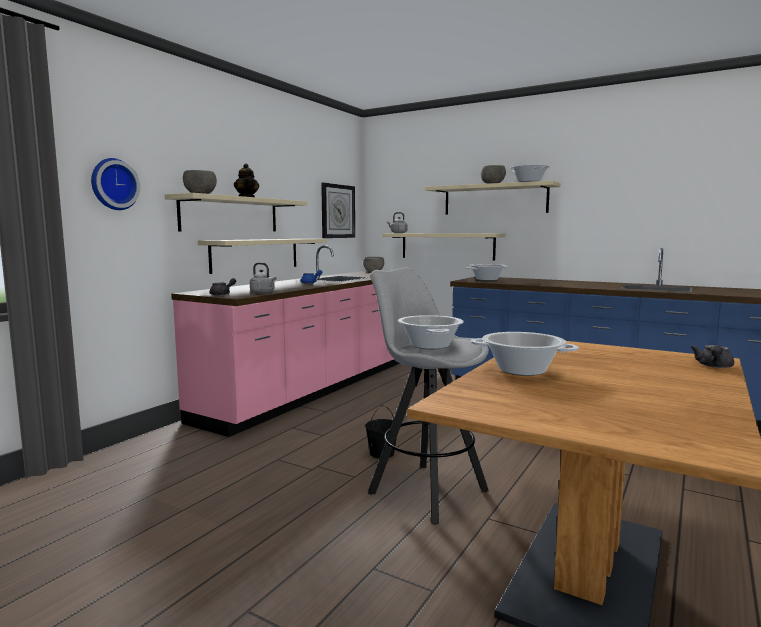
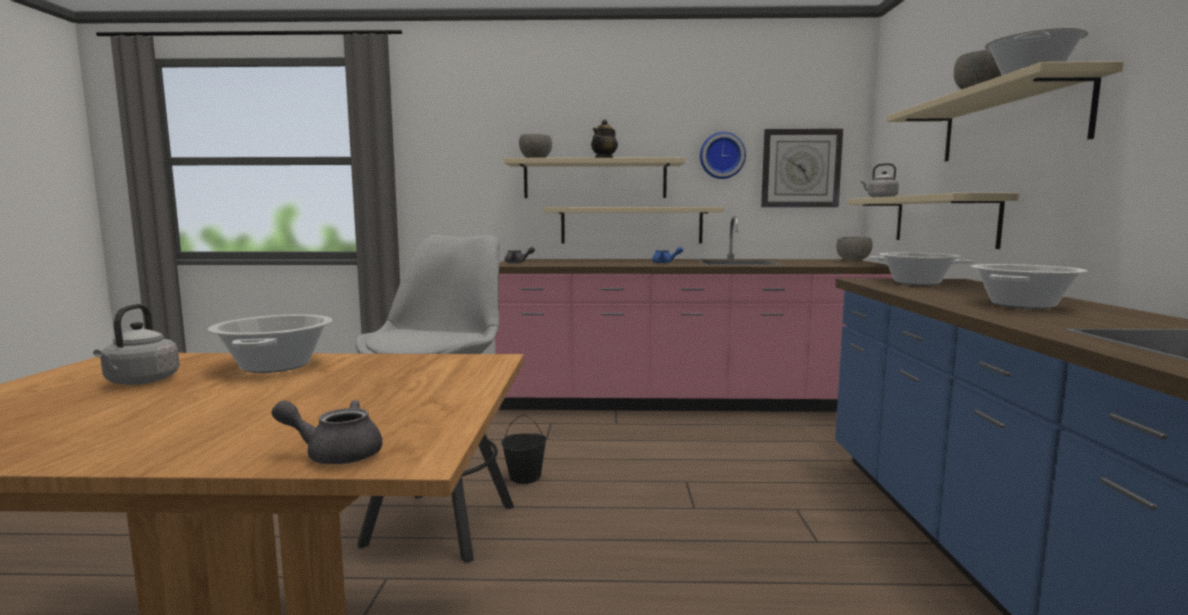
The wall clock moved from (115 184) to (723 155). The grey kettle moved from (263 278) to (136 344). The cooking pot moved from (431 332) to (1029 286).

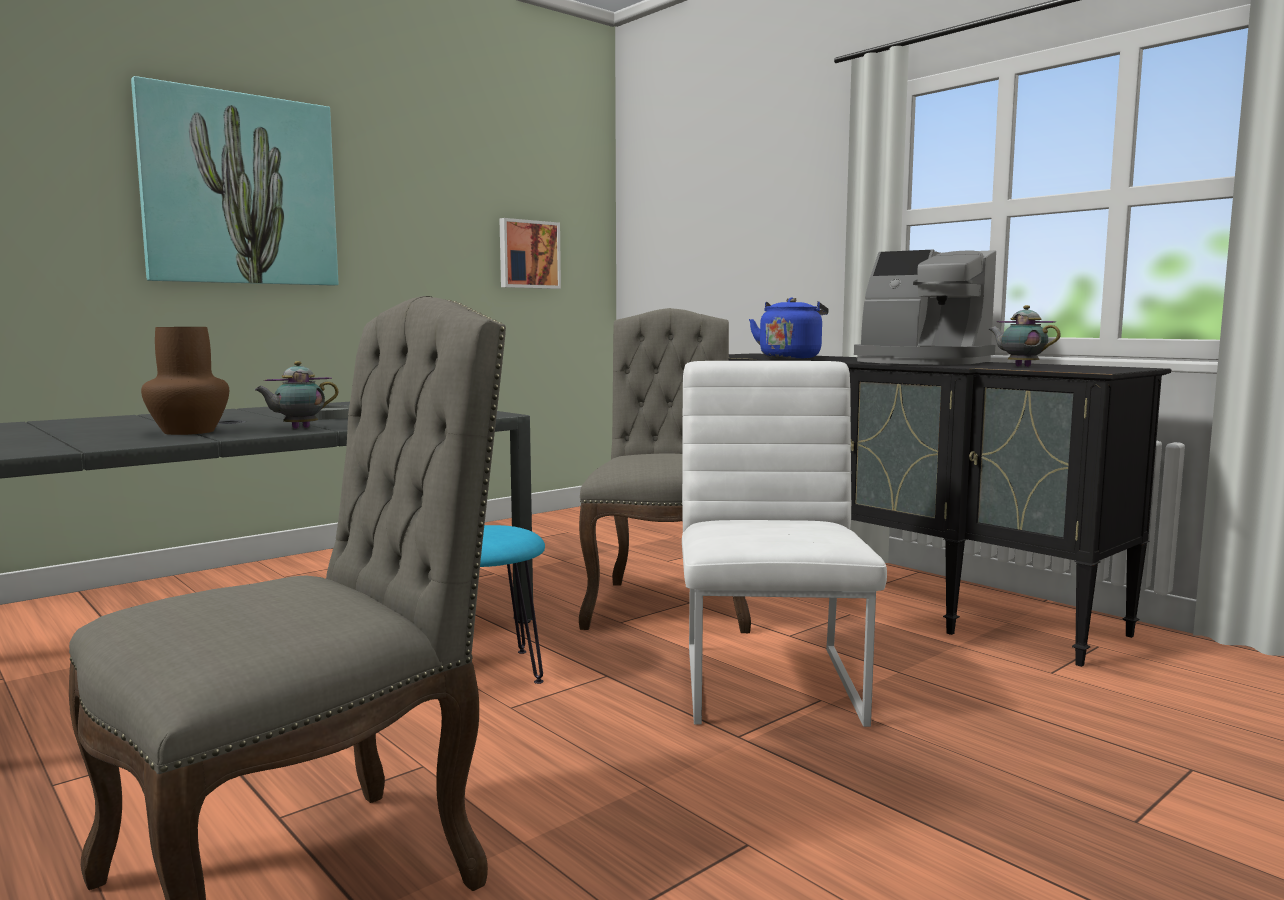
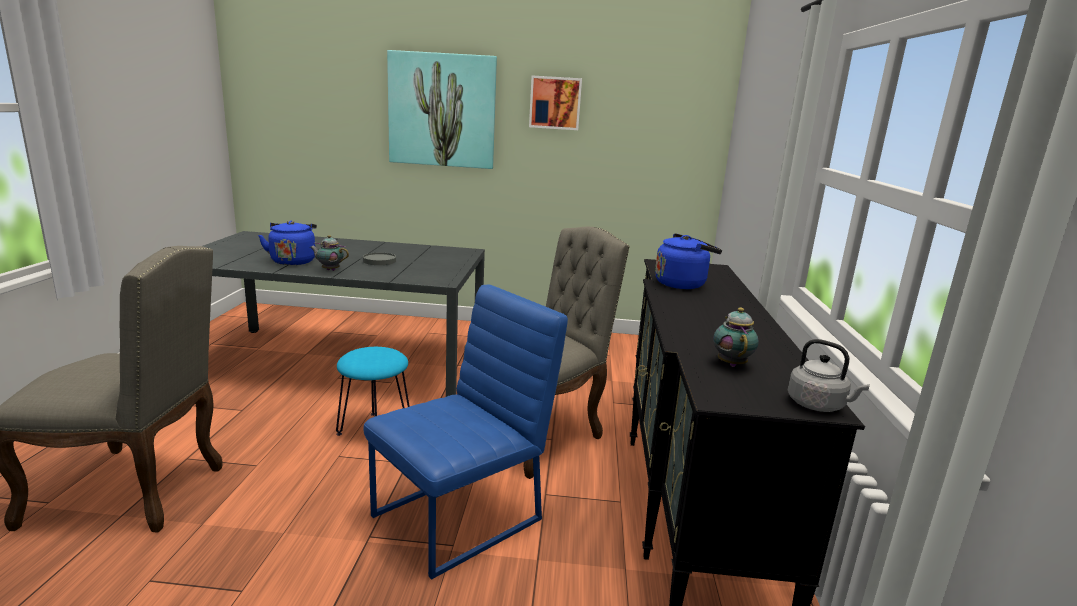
The picture moved from (530 253) to (555 102). The coffee machine at (925 307) disappeared. The brown vase at (185 381) was replaced by the blue kettle at (287 243). The white chair at (784 544) became the blue chair at (465 432). The grey kettle at (829 375) appeared.

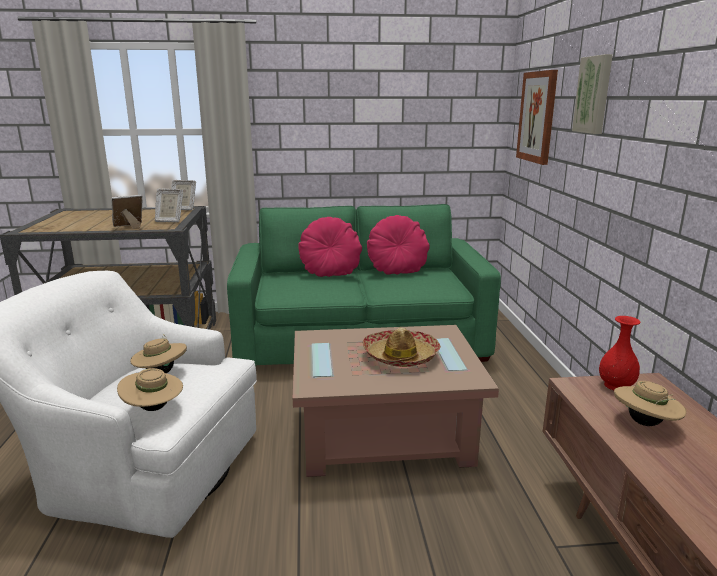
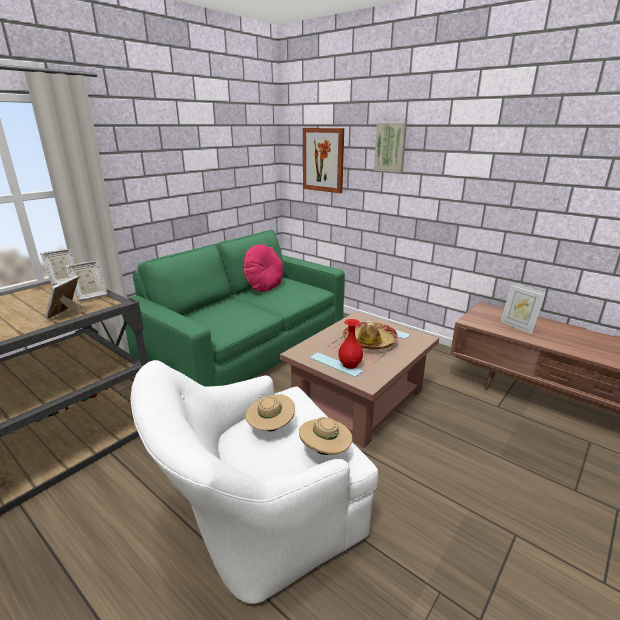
The pink pillow at (330 247) disappeared. The red vase moved from (620 353) to (350 344). The beige hat at (650 403) was replaced by the picture frame at (522 308).

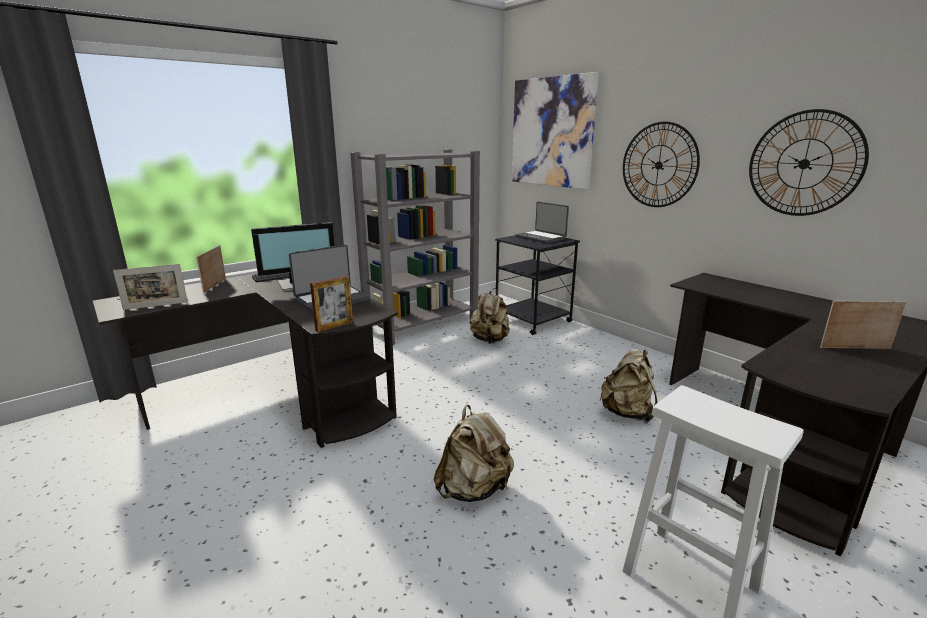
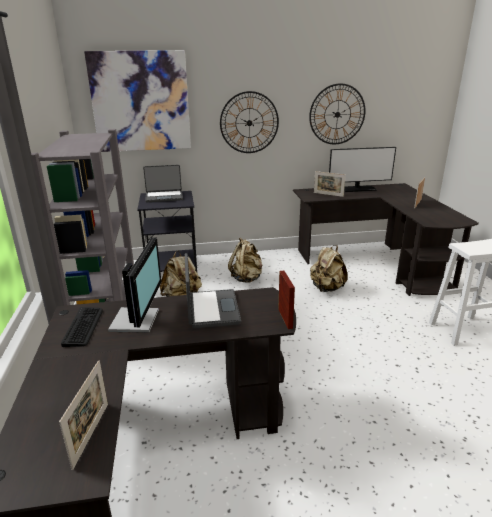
The picture frame moved from (211 269) to (330 184). The beige backpack moved from (474 453) to (245 260). The monitor at (362 169) appeared.

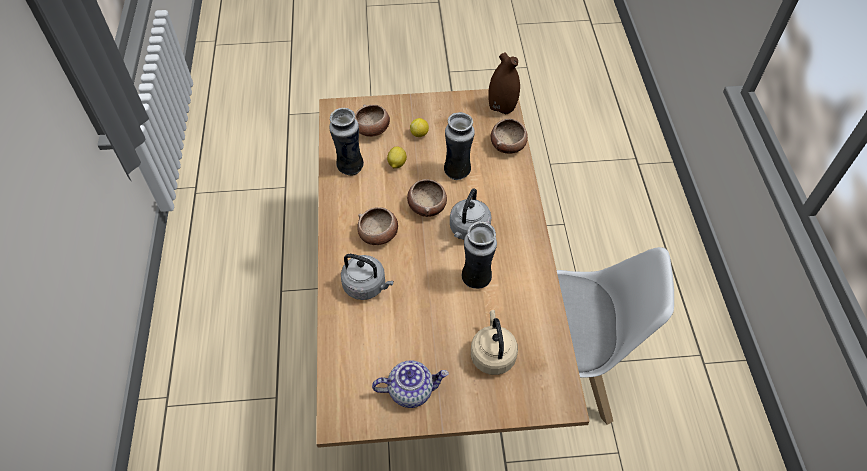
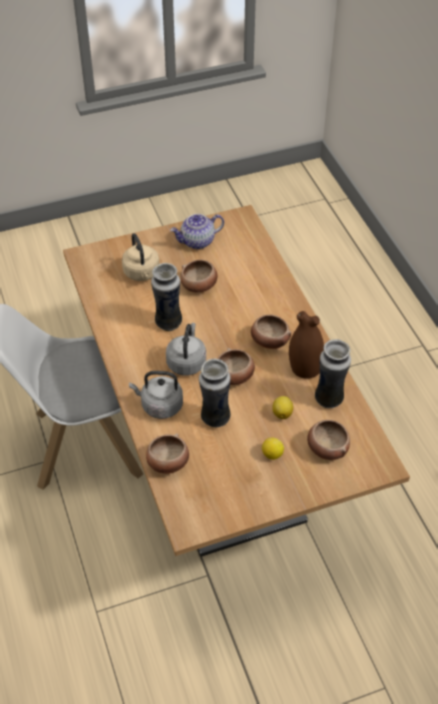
The brown vase moved from (504 83) to (306 345). The grey kettle moved from (367 277) to (156 395). The bowl at (199 276) appeared.

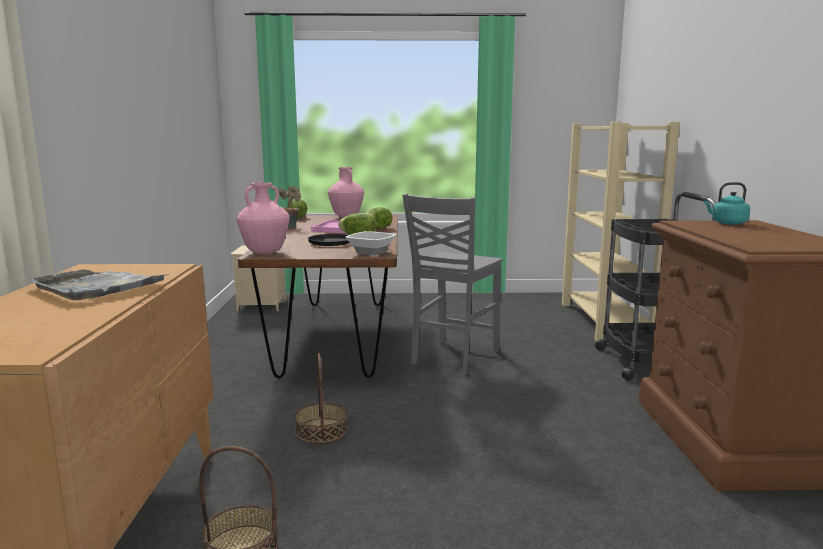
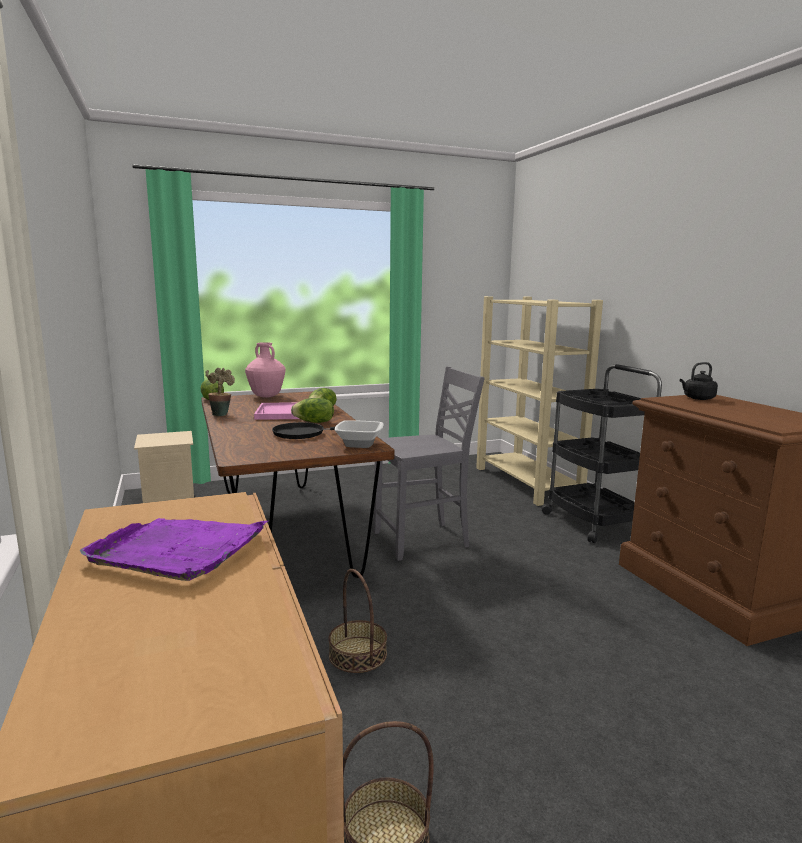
The pink vase at (263 218) disappeared. The turquoise kettle at (727 203) became the black kettle at (699 381). The grey chair at (452 284) turned 120 degrees counterclockwise. The grey tray at (97 284) became the purple tray at (174 549).

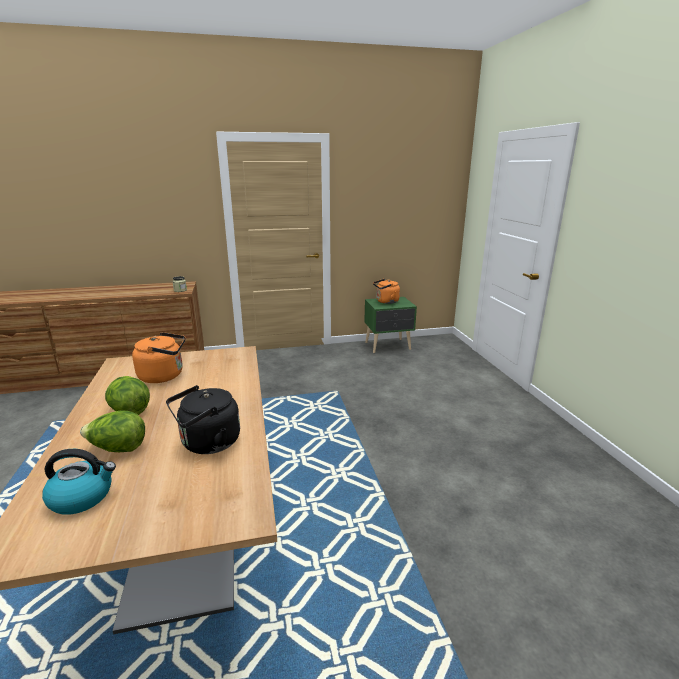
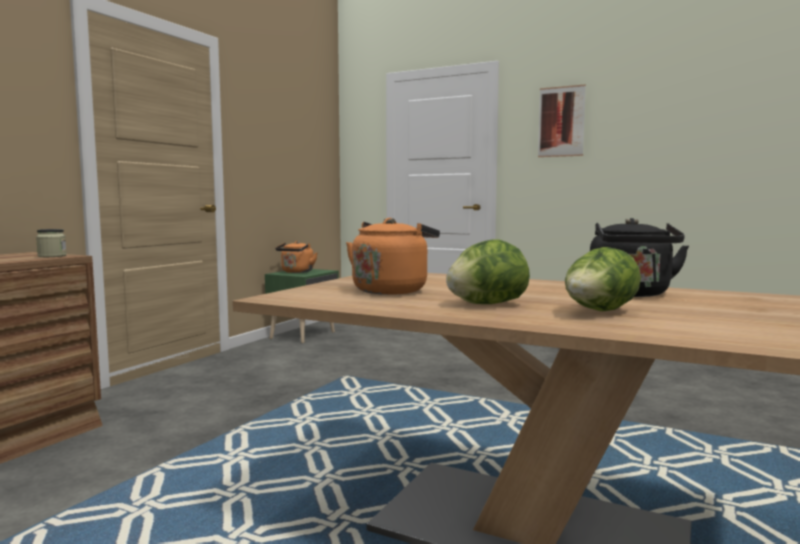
The kettle at (79 482) disappeared. The picture at (562 121) appeared.

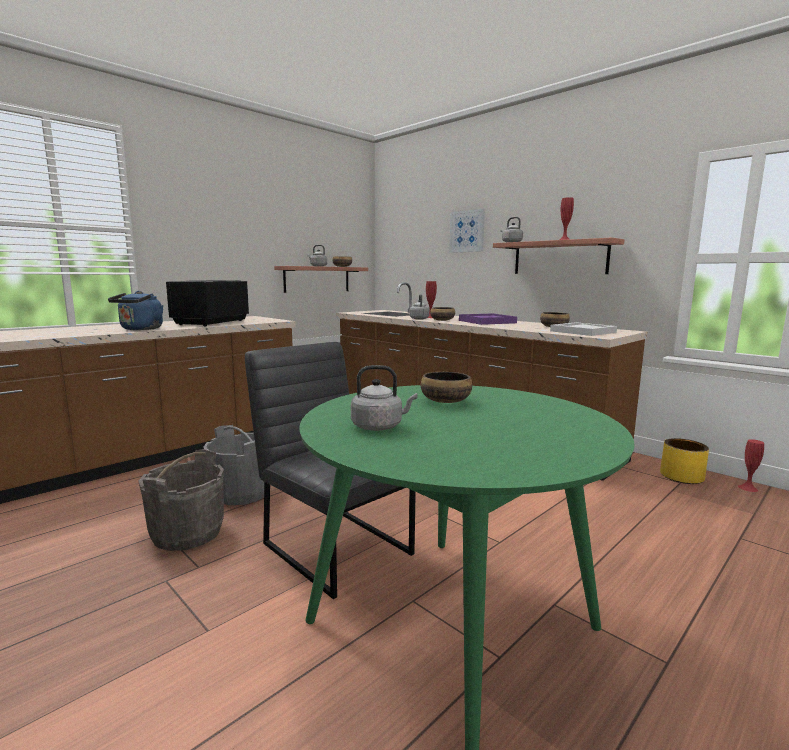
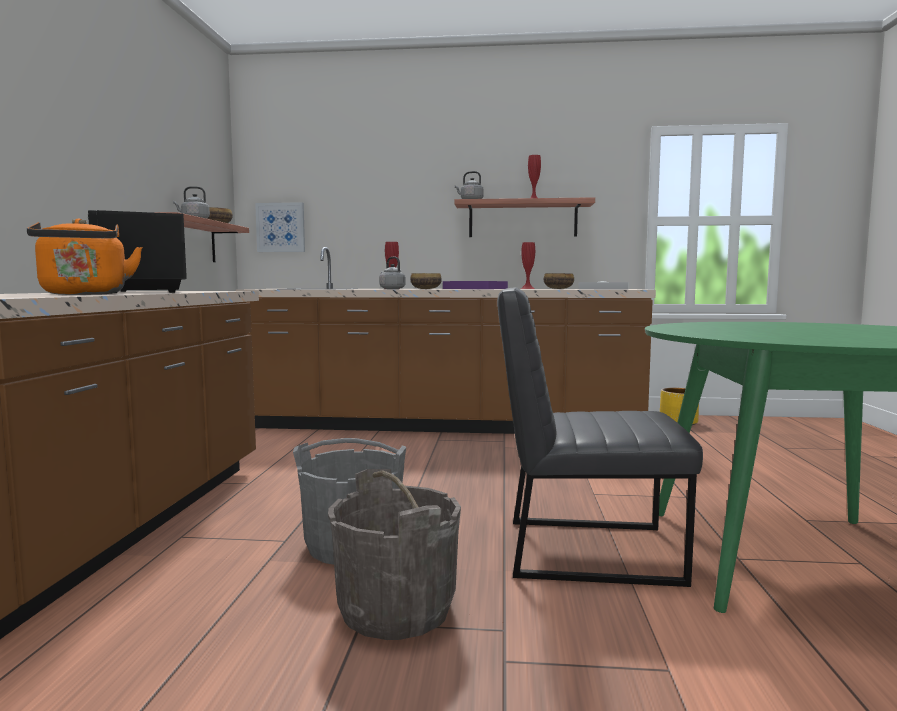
The picture moved from (467 231) to (280 227). The blue kettle at (136 310) became the orange kettle at (85 256). The grey kettle at (384 398) disappeared. The bowl at (446 387) disappeared. The red vase moved from (751 465) to (528 265).

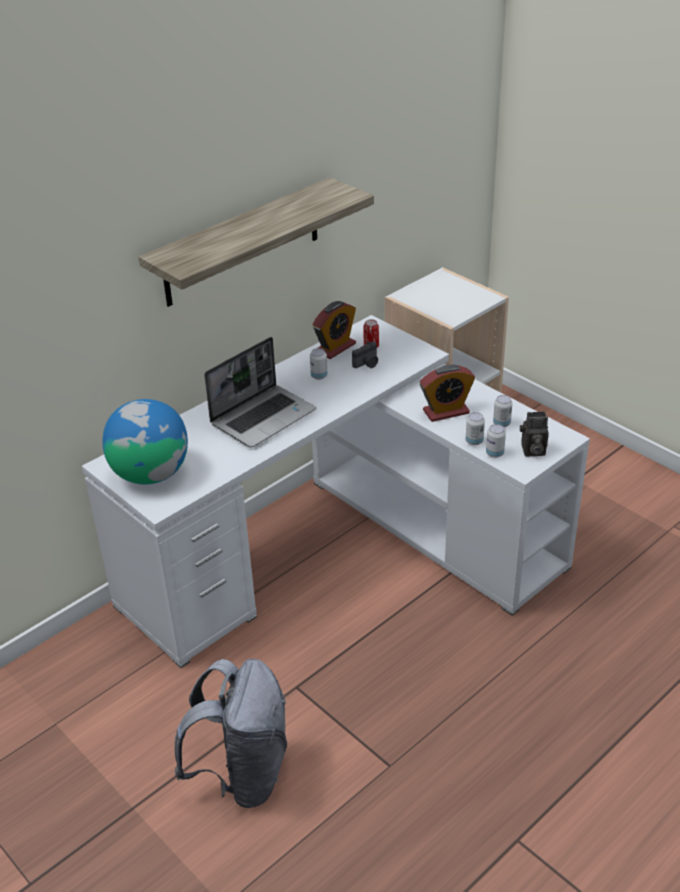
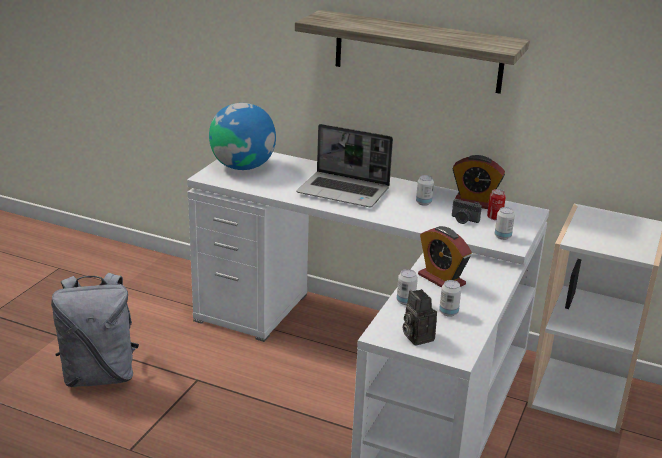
The can moved from (496 441) to (505 223).

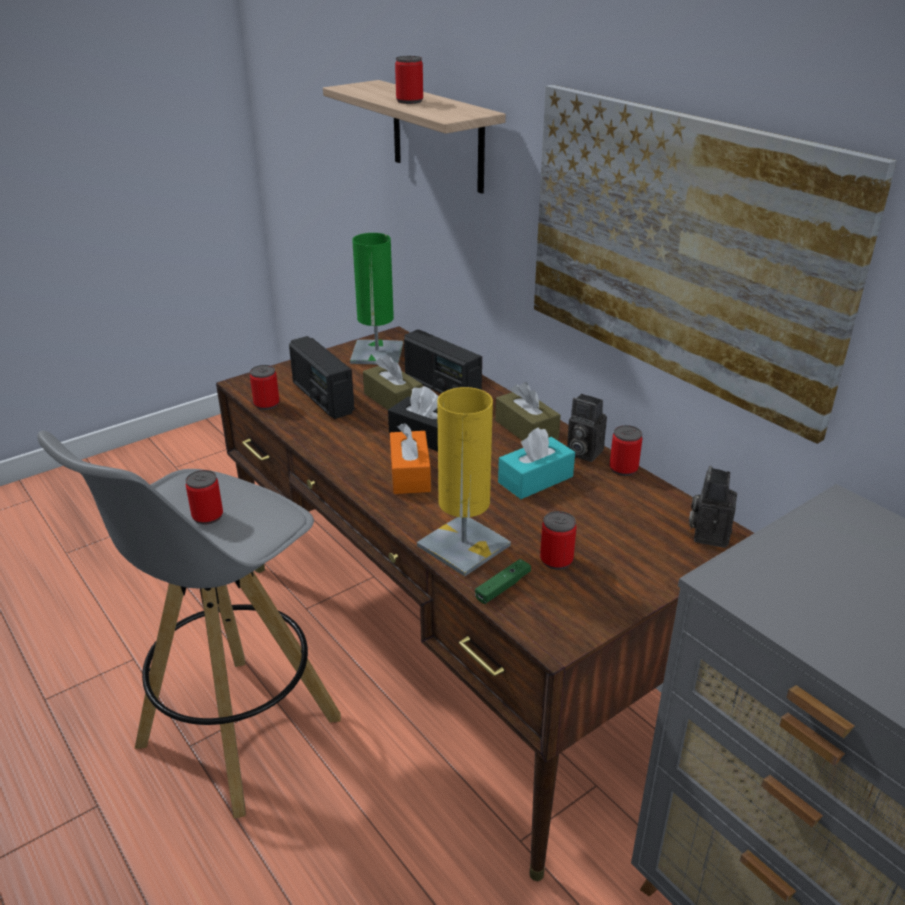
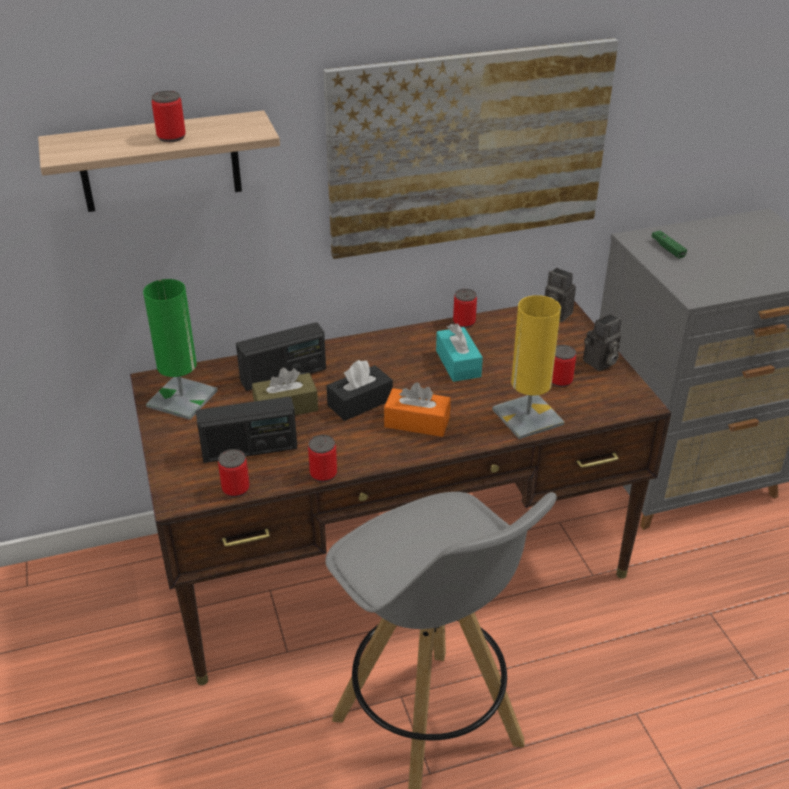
The brown tissue box at (528 411) disappeared. The photo camera moved from (587 428) to (602 342). The can moved from (204 497) to (322 458). The green game controller moved from (503 581) to (669 245).

